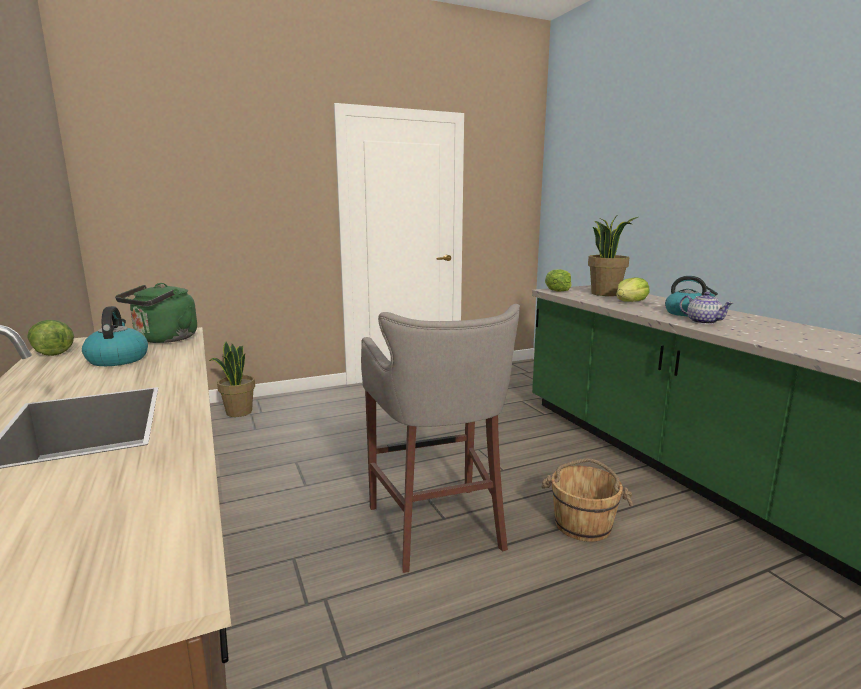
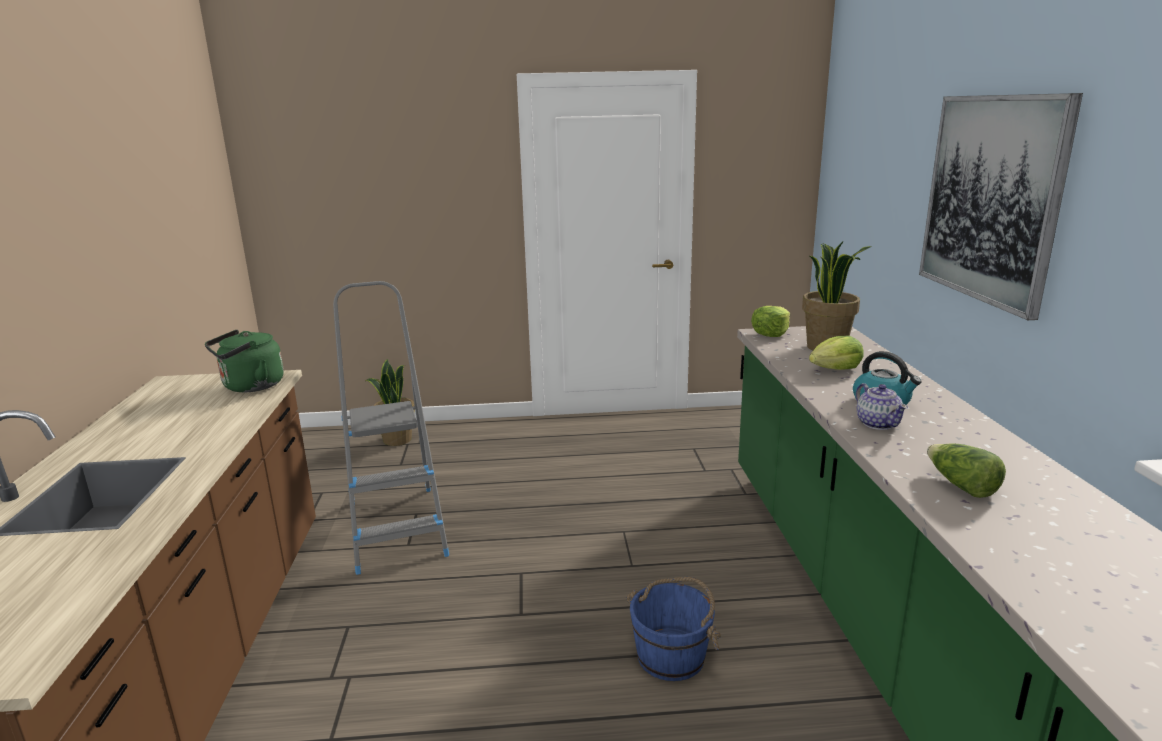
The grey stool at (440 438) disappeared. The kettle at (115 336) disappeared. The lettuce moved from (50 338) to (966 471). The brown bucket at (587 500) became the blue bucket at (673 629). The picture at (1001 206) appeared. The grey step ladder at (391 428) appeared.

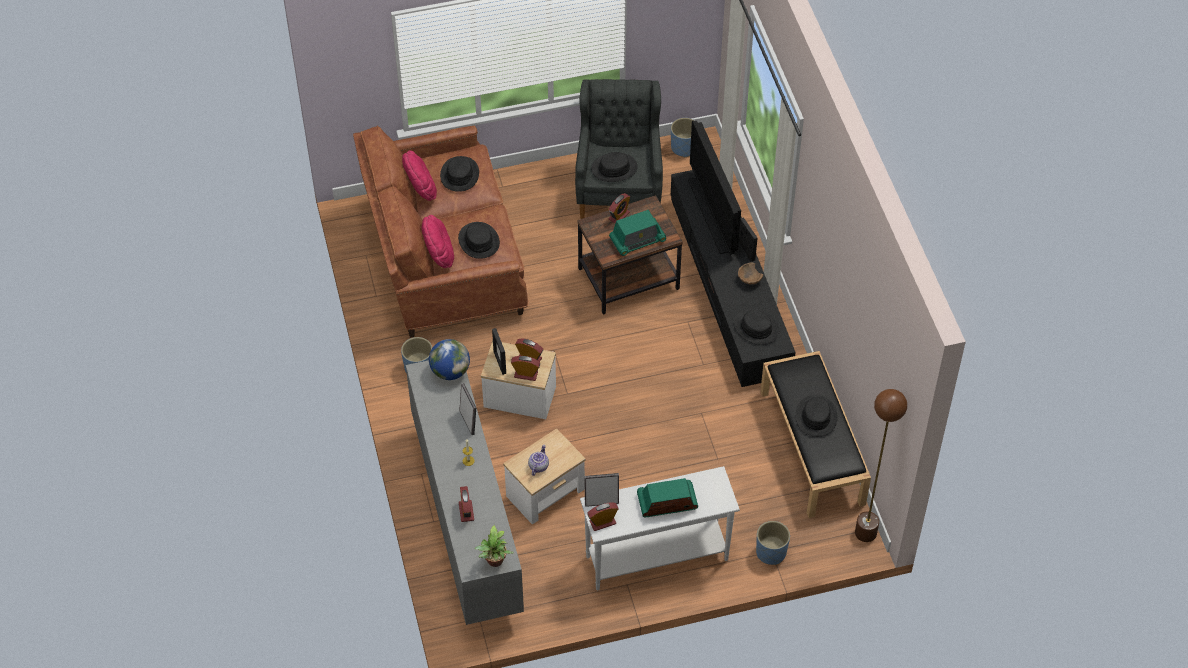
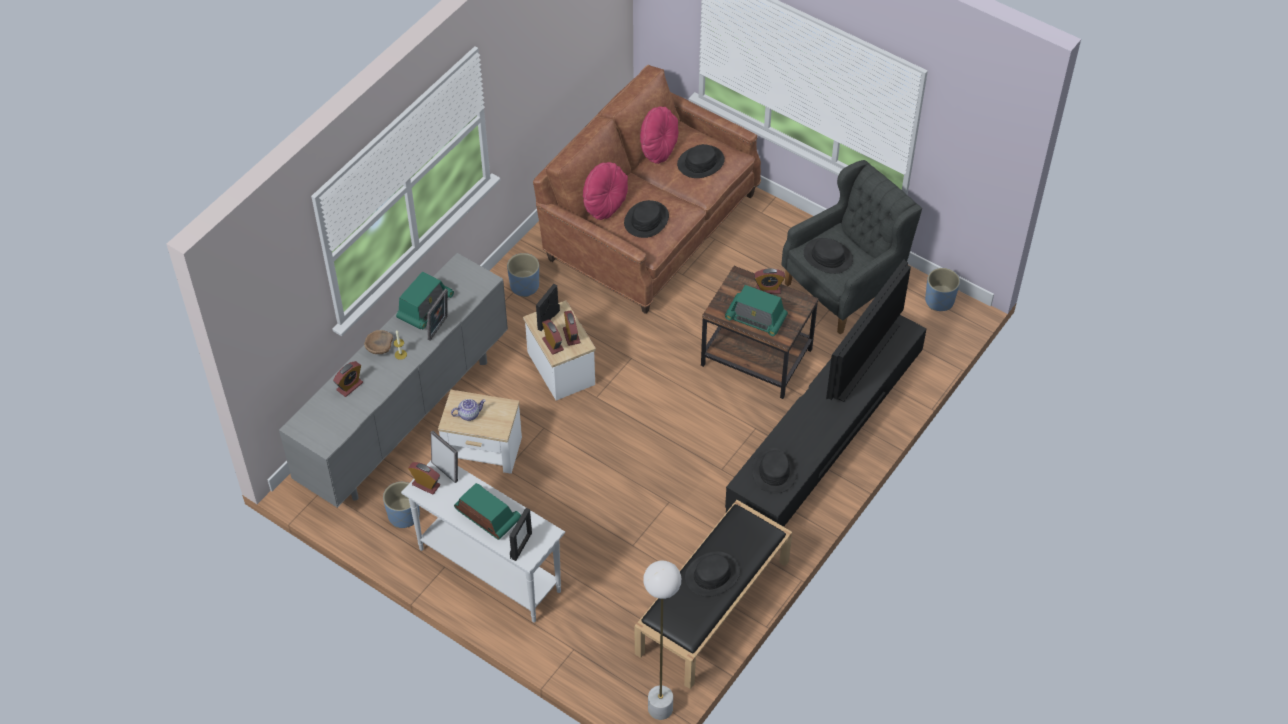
The picture frame moved from (748 239) to (520 534). The brown bowl moved from (750 273) to (378 342). The globe at (449 359) disappeared. The brown floor lamp at (881 465) became the white floor lamp at (662 640). The blue planter moved from (773 543) to (401 505). The potted plant at (494 545) disappeared. The radio at (425 300) appeared.

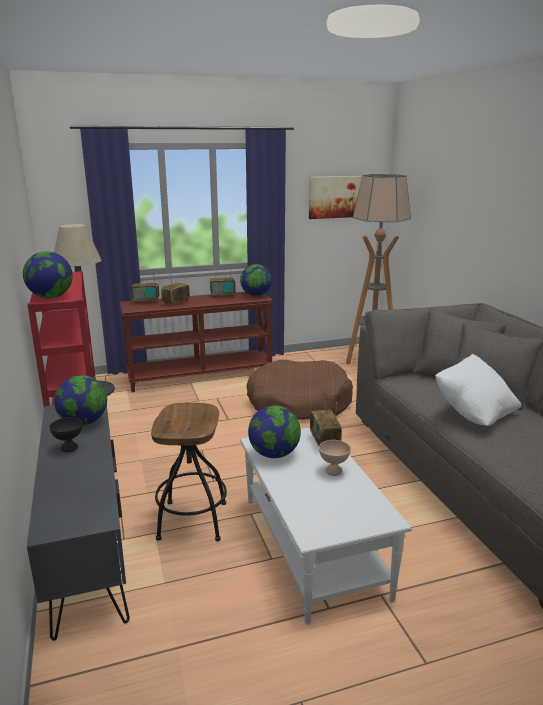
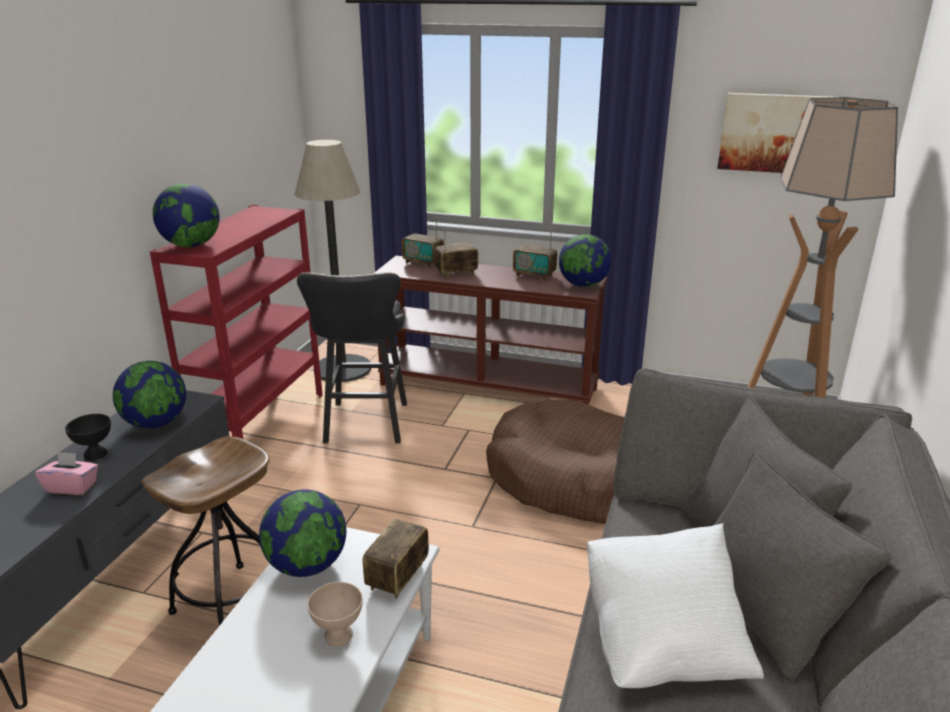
The black stool at (352 357) appeared. The pink tissue box at (66 473) appeared.

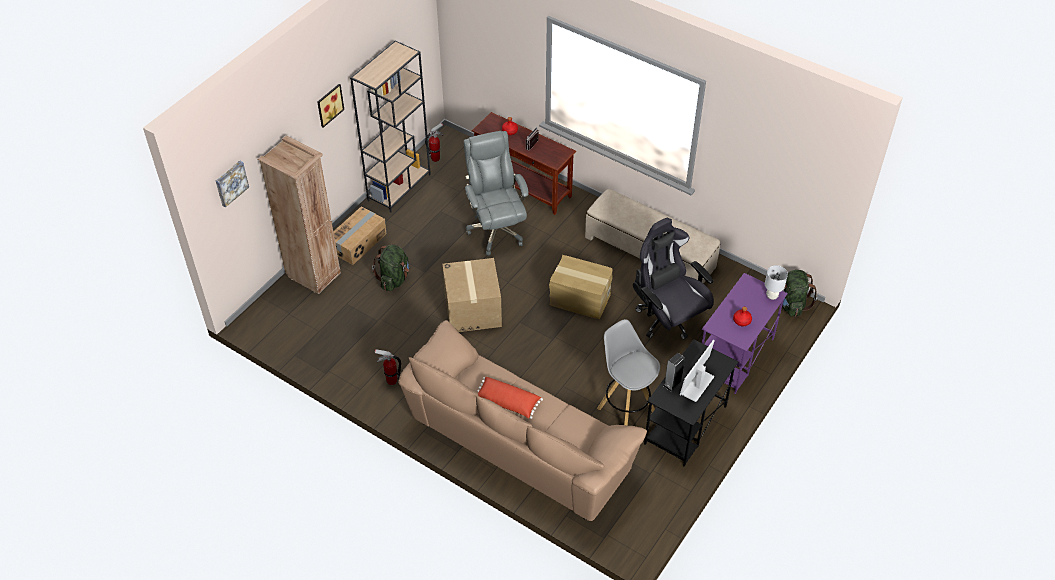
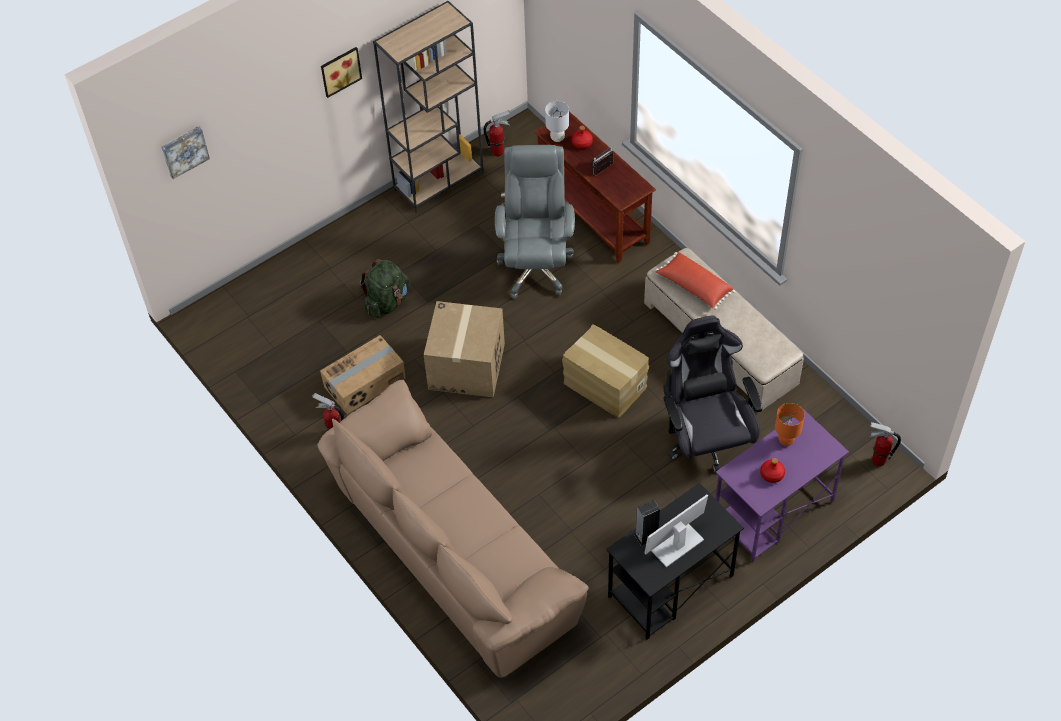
The brown cabinet at (299 214) disappeared. The cardboard box moved from (359 235) to (363 374). The grey table lamp moved from (776 282) to (557 121). The green backpack at (799 293) was replaced by the fire extinguisher at (885 444). The grey stool at (628 372) disappeared. The red pillow moved from (510 398) to (695 281). The orange table lamp at (790 424) appeared.

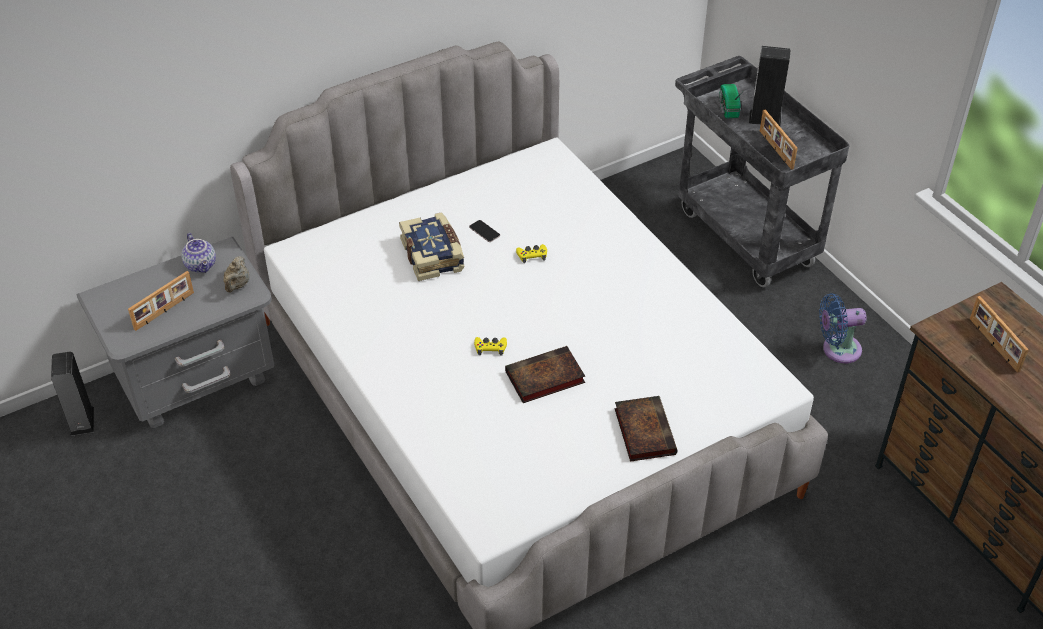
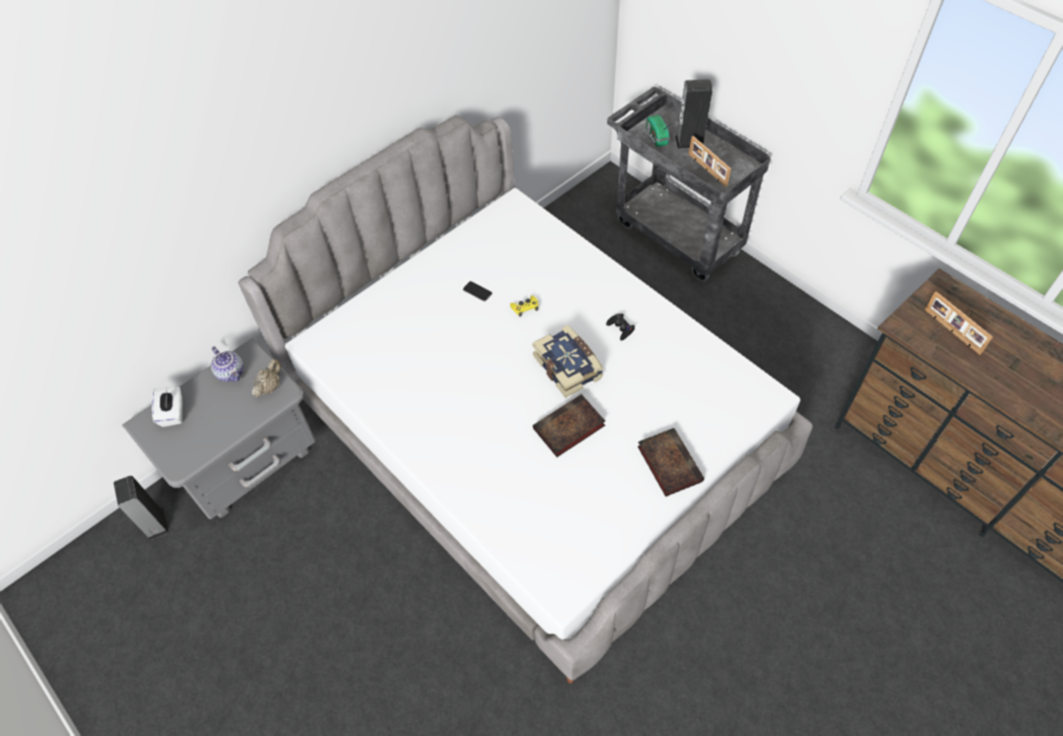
The book moved from (431 246) to (568 361). The beige teapot at (236 274) turned 150 degrees counterclockwise. The picture frame at (161 301) disappeared. The blue fan at (843 328) disappeared. The yellow game controller at (490 346) disappeared. The black game controller at (620 327) appeared. The white tissue box at (167 406) appeared.

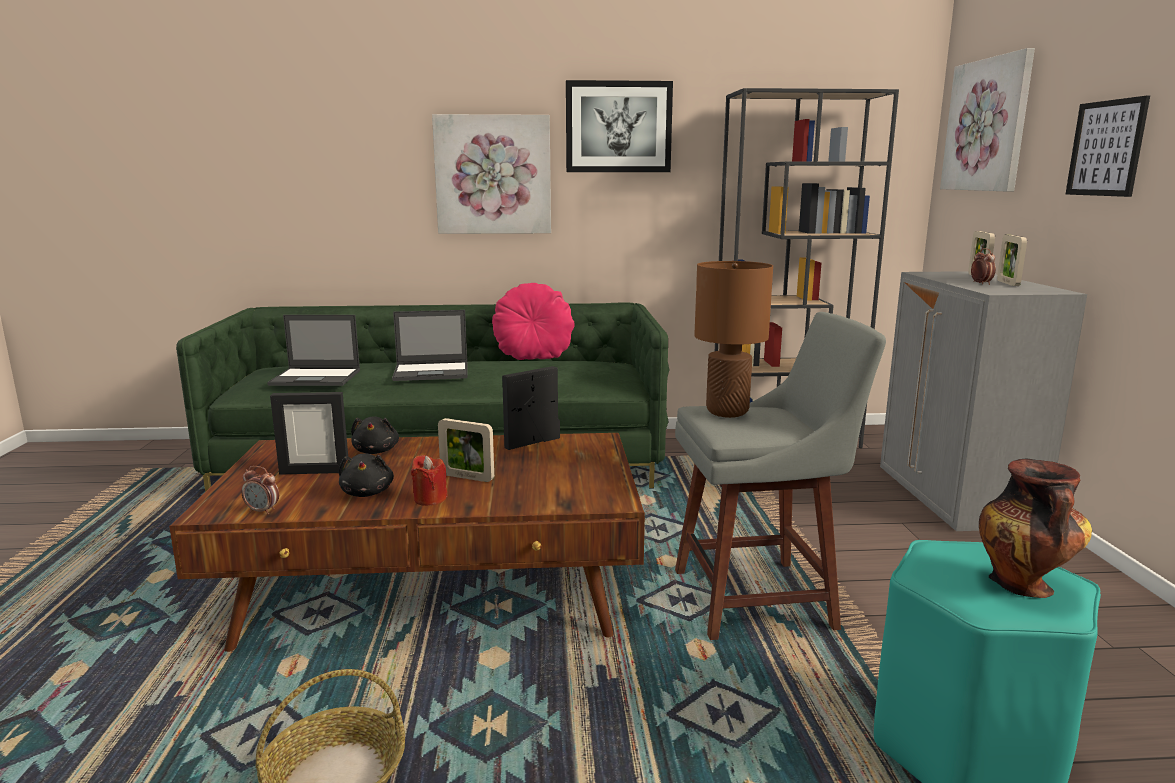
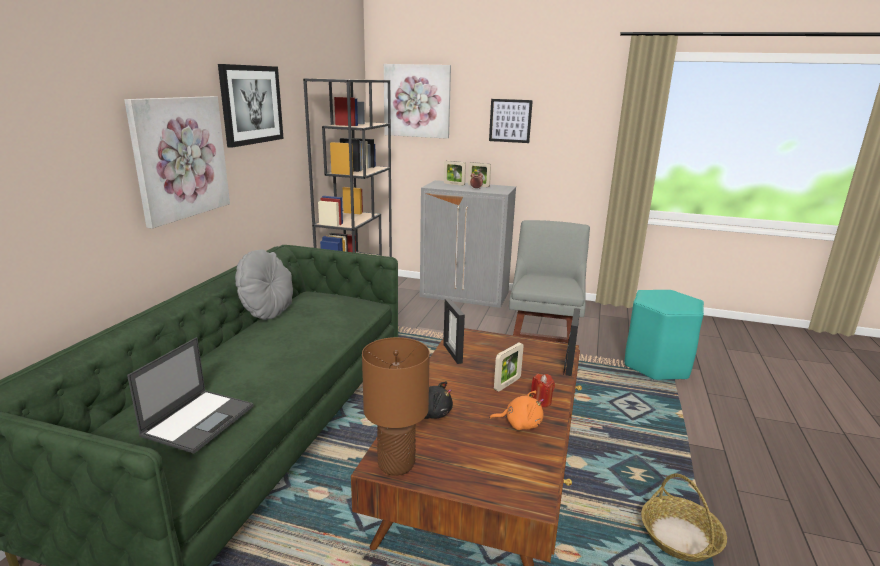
The brown table lamp moved from (733 339) to (396 406). The pink pillow at (533 321) became the grey pillow at (264 284). The laptop at (430 345) disappeared. The picture frame moved from (309 433) to (571 342). The black plush toy at (366 475) became the orange plush toy at (517 410). The vase at (1035 528) disappeared. The alarm clock at (260 490) disappeared.

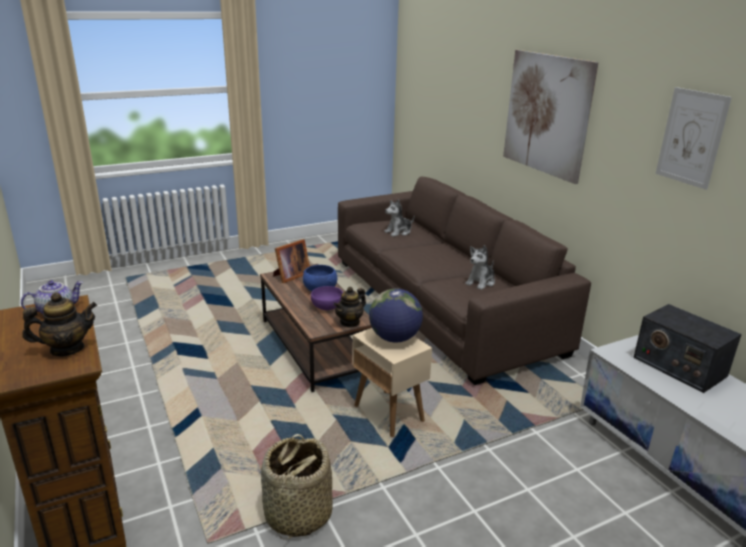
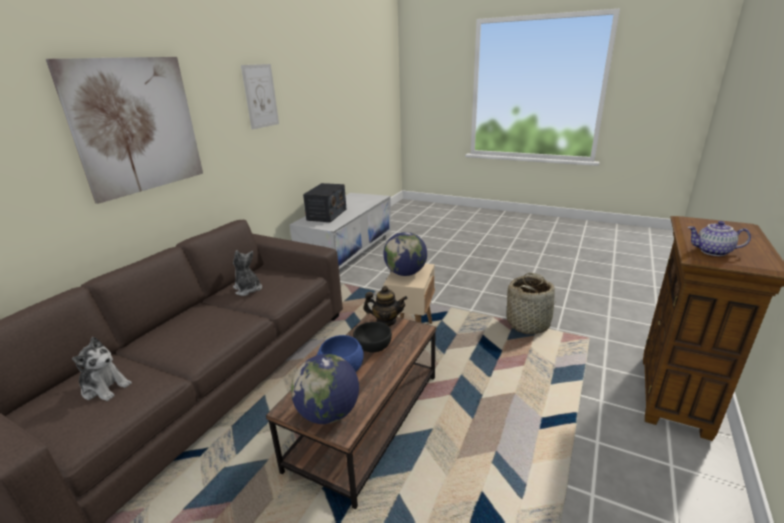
The picture frame at (291 261) was replaced by the globe at (325 389). The plush toy at (480 267) turned 135 degrees counterclockwise. The purple bowl at (327 298) became the black bowl at (372 337). The teapot at (59 324) disappeared.

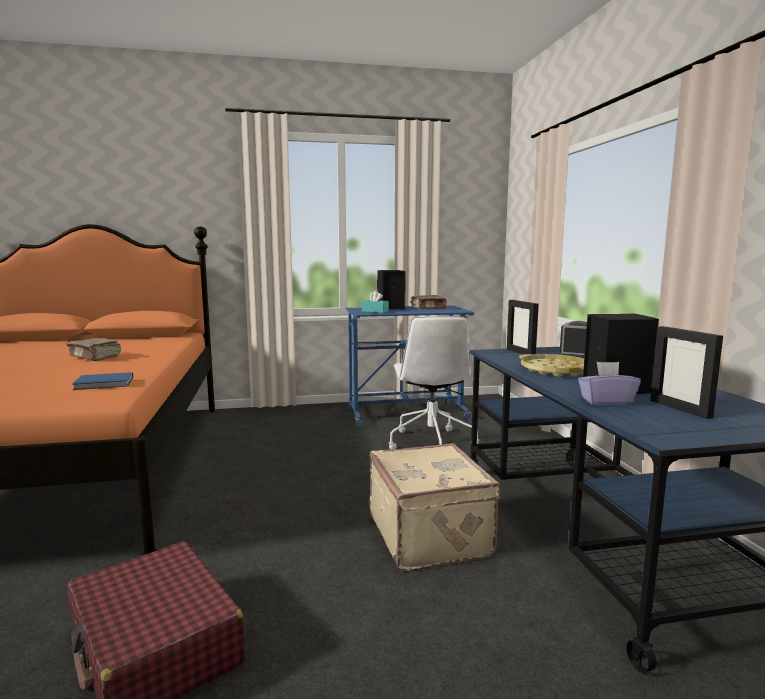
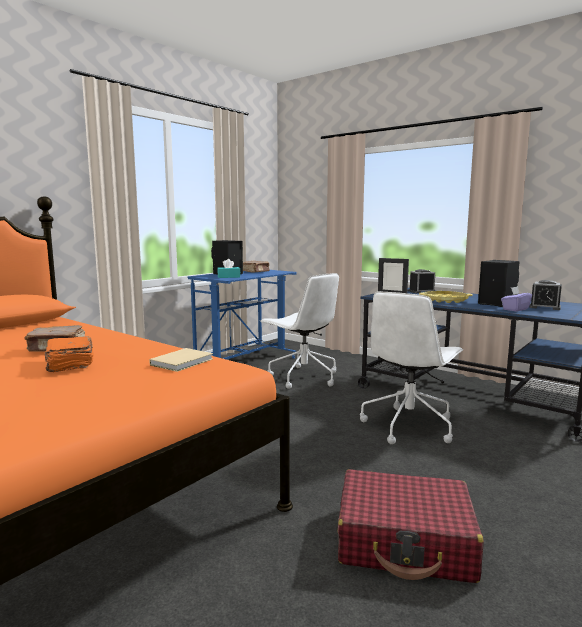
The picture frame at (686 372) was replaced by the alarm clock at (545 295). The blue book at (102 381) became the beige book at (181 360). The beige suitcase at (435 507) was replaced by the white office chair at (411 367). The orange book at (69 354) appeared.

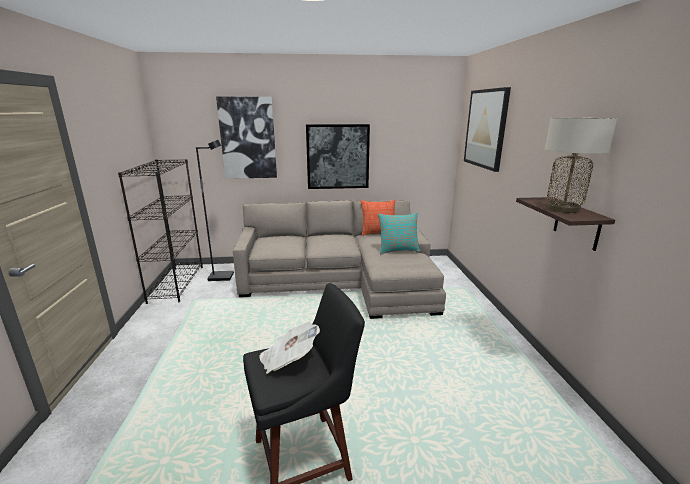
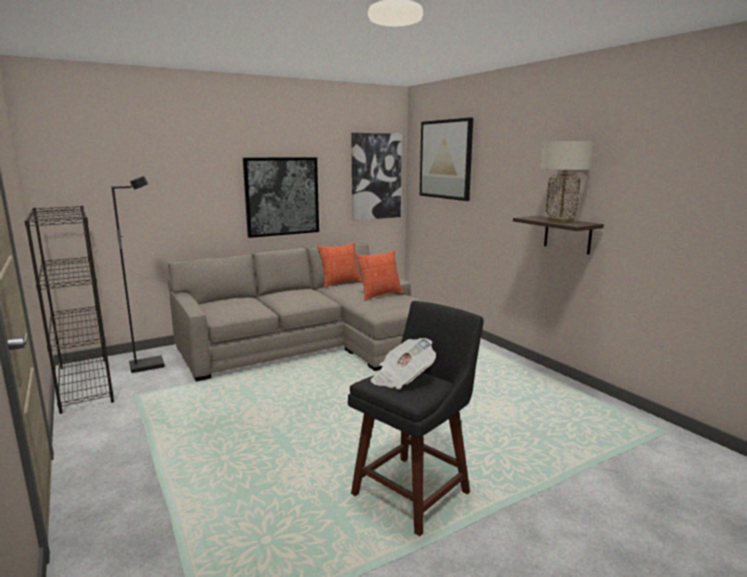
The picture moved from (246 138) to (376 177). The turquoise pillow at (399 233) became the orange pillow at (379 275).

